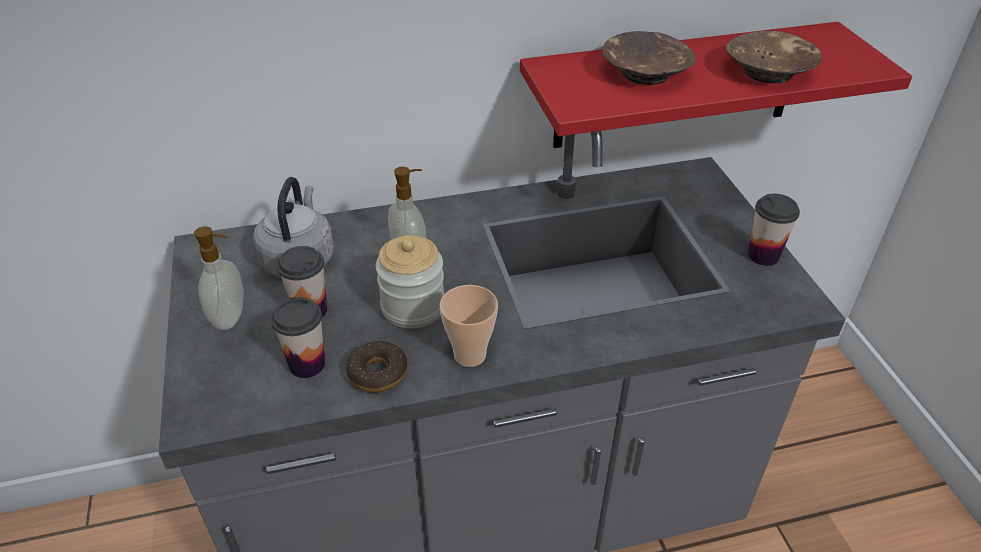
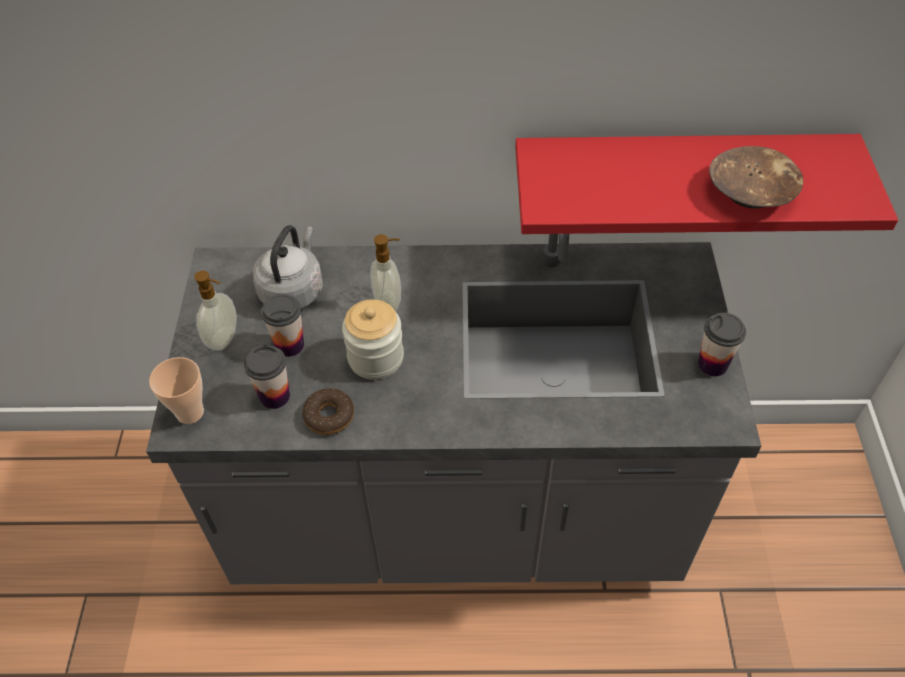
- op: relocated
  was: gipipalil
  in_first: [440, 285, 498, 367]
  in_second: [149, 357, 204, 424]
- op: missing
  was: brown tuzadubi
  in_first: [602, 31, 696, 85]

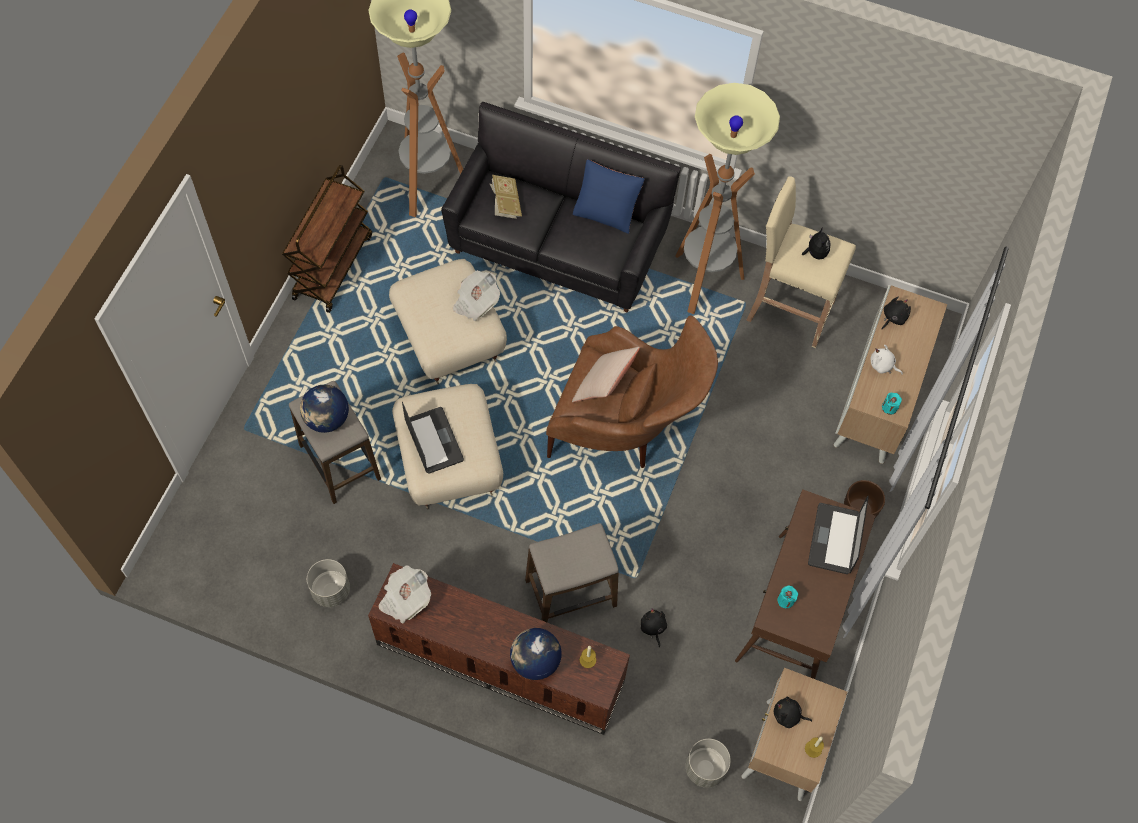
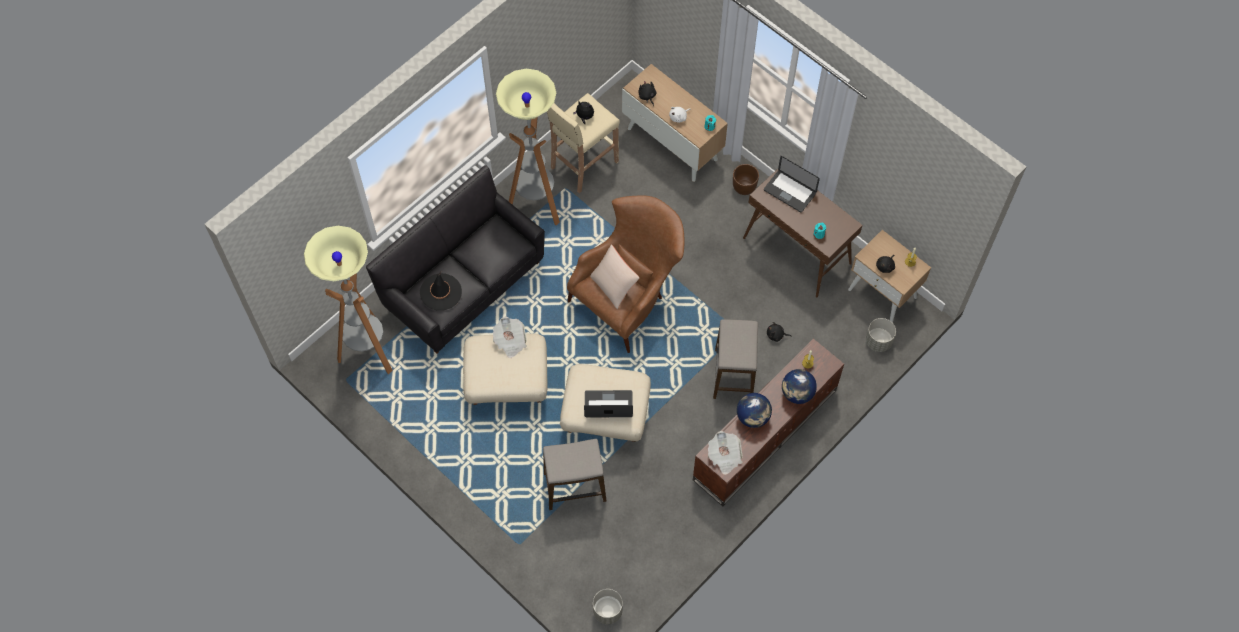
- op: exchanged
  was: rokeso
  now: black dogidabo
  in_first: [490, 175, 522, 219]
  in_second: [420, 272, 462, 311]
- op: relocated
  was: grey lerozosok
  in_first: [307, 559, 350, 607]
  in_second: [593, 589, 623, 624]
- op: relocated
  was: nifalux
  in_first: [300, 385, 349, 433]
  in_second: [737, 393, 772, 428]
- op: missing
  was: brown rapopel
  in_first: [282, 165, 372, 313]
- op: missing
  was: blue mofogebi
  in_first: [573, 159, 645, 234]

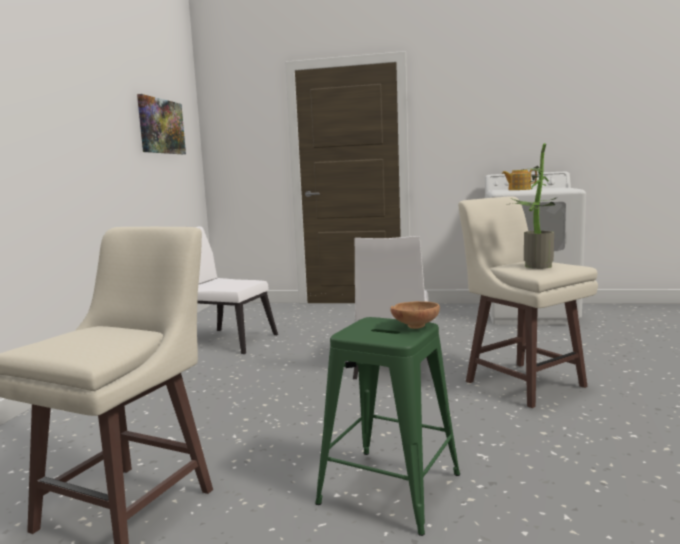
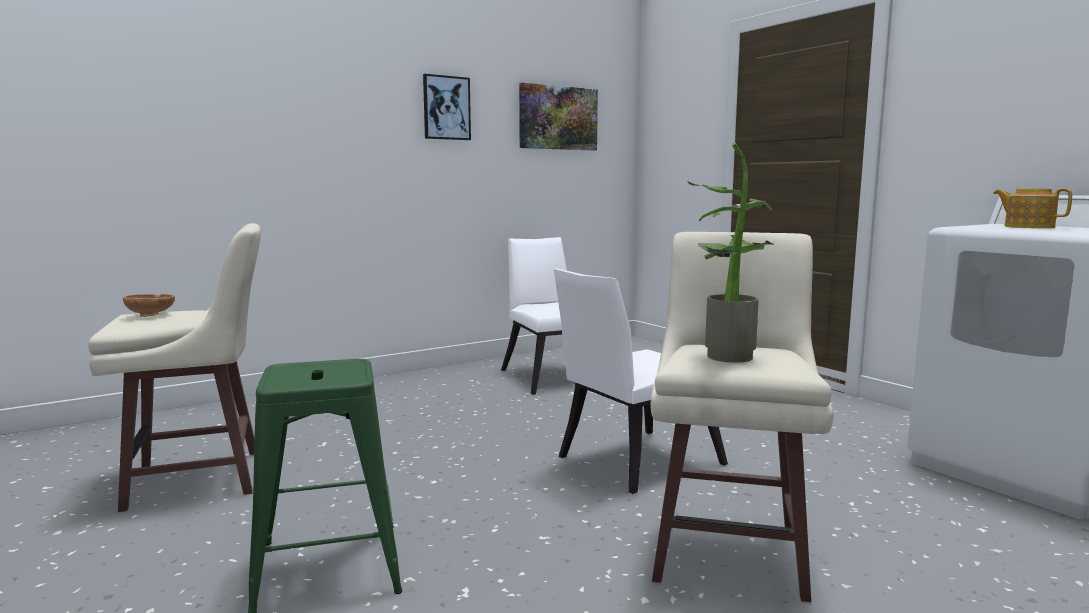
- op: relocated
  was: brown tuzadubi
  in_first: [390, 301, 440, 329]
  in_second: [123, 294, 175, 317]
- op: appeared
  now: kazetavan
  in_second: [423, 74, 471, 140]

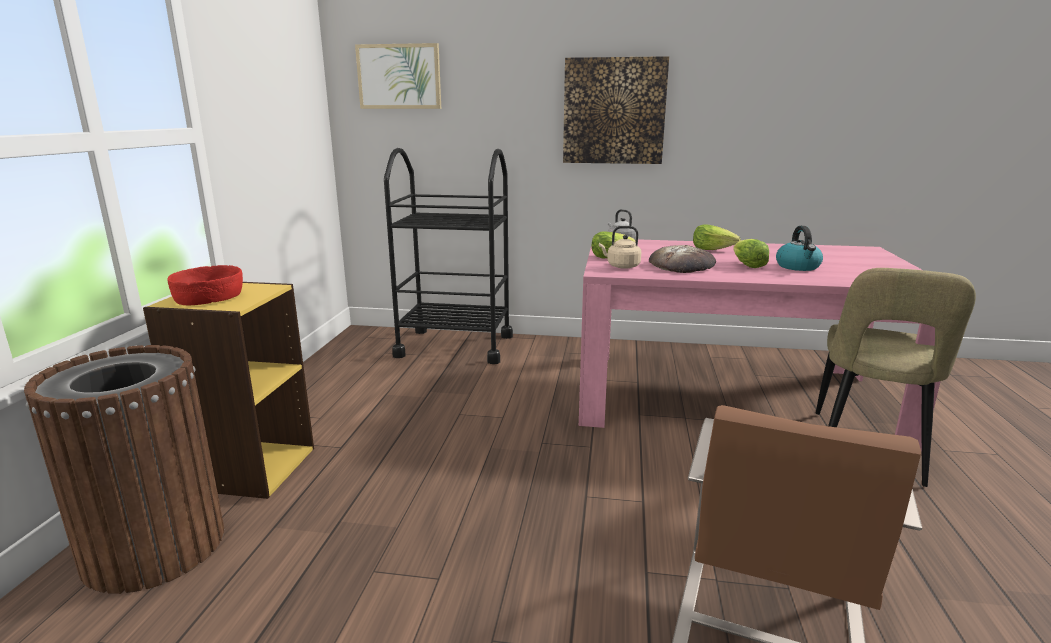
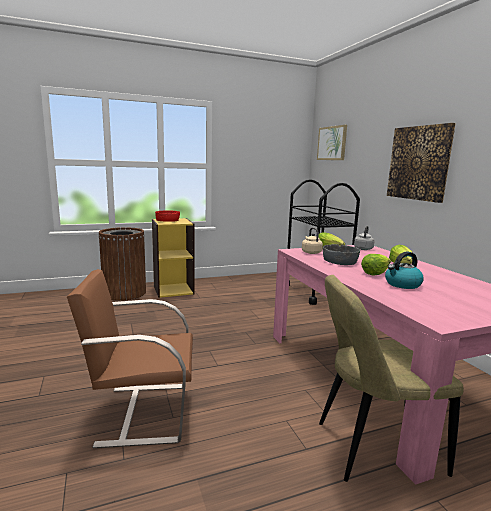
- op: exchanged
  was: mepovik
  now: grey tuzadubi
  in_first: [649, 245, 716, 273]
  in_second: [323, 244, 360, 265]

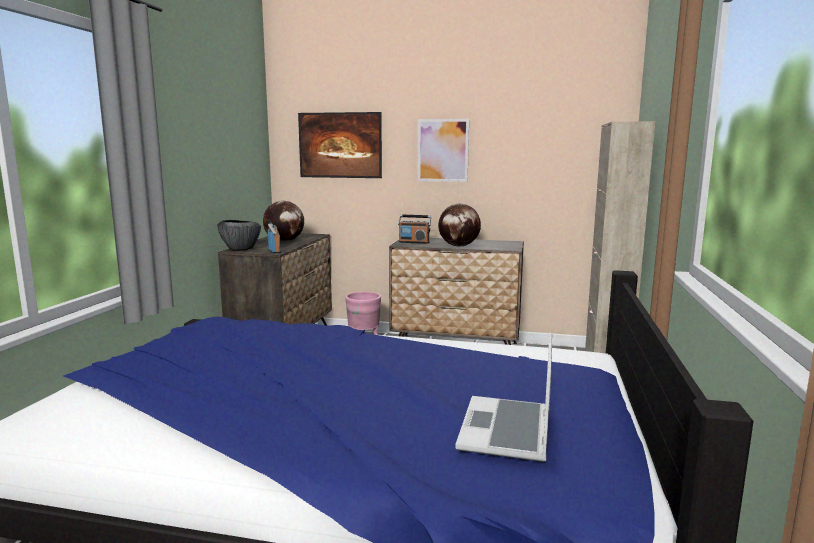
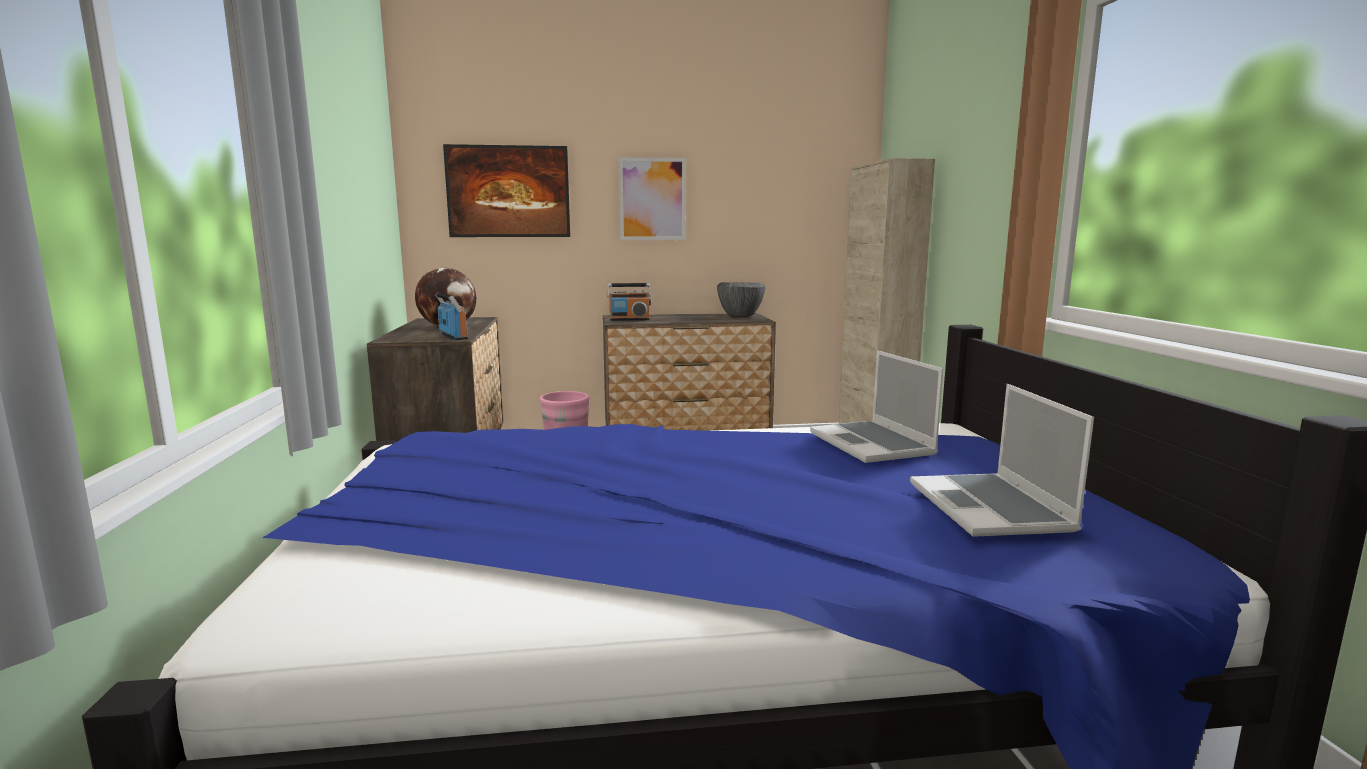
- op: relocated
  was: tuzadubi
  in_first: [217, 220, 261, 250]
  in_second: [717, 282, 765, 317]
- op: appeared
  now: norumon
  in_second: [810, 350, 943, 463]
- op: missing
  was: nifalux
  in_first: [438, 204, 481, 247]

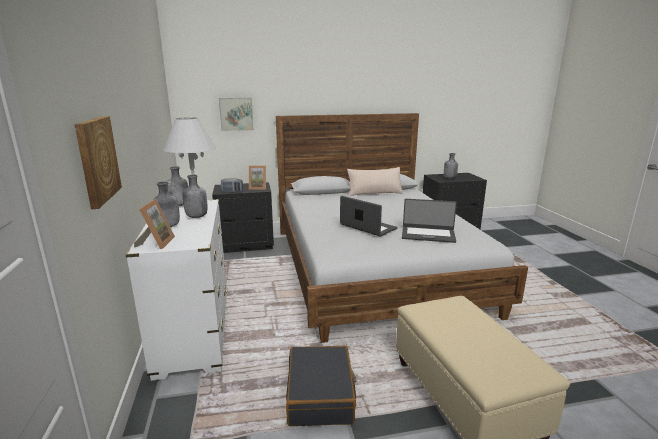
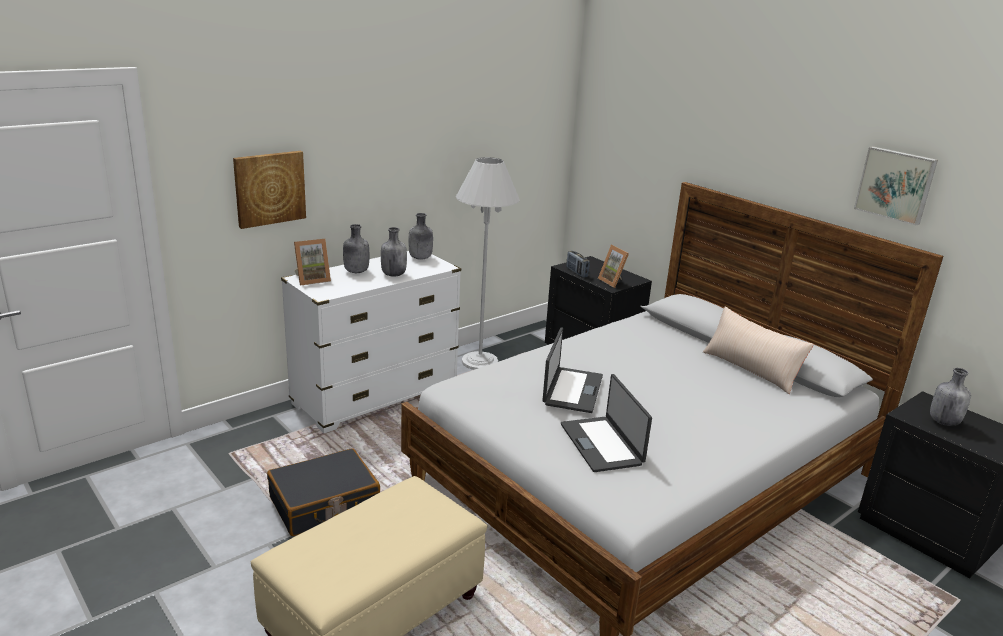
- op: relocated
  was: kazetavan
  in_first: [219, 98, 254, 131]
  in_second: [854, 146, 938, 225]

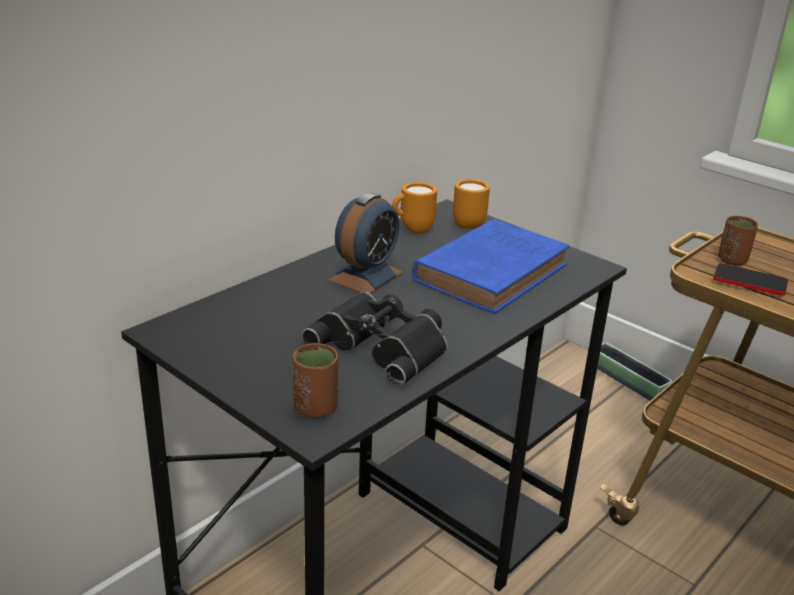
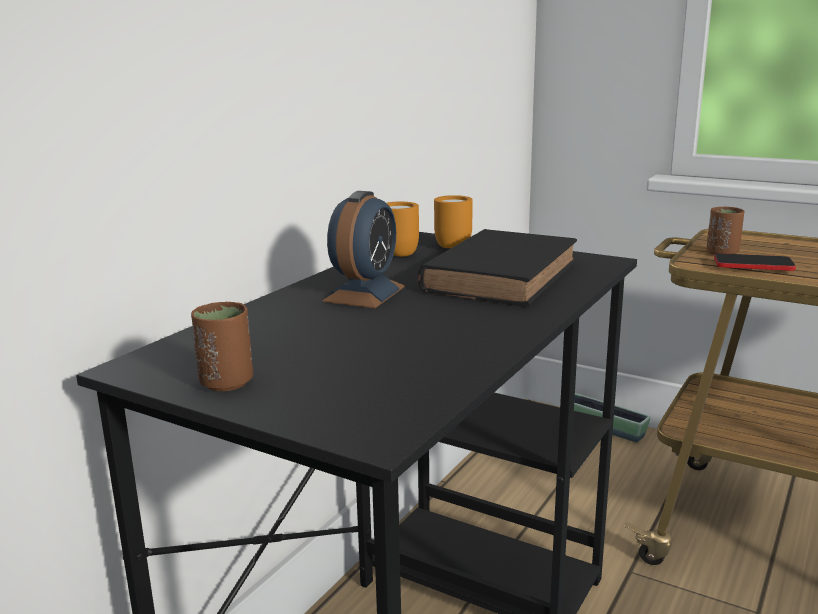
- op: relocated
  was: brown gipipalil
  in_first: [293, 343, 338, 418]
  in_second: [191, 302, 253, 391]
- op: colour
  was: blue rokeso
  now: black rokeso
  in_first: [412, 219, 570, 314]
  in_second: [418, 229, 577, 306]
- op: missing
  was: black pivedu
  in_first: [302, 291, 448, 386]

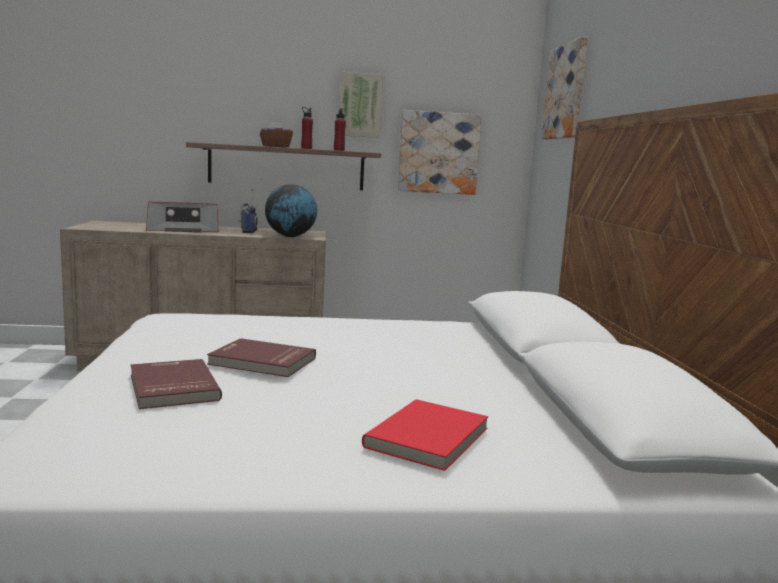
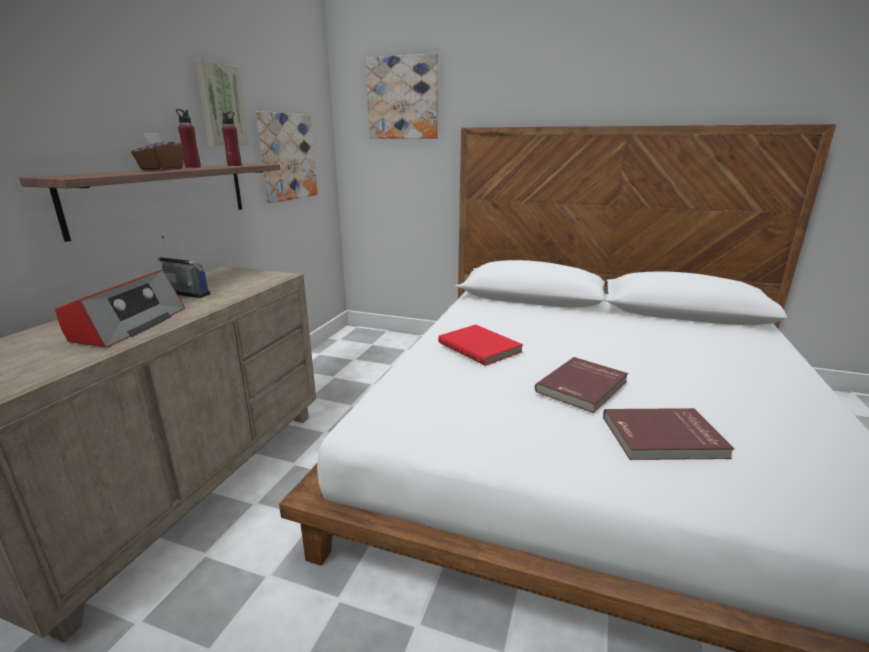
- op: relocated
  was: red rokeso
  in_first: [362, 399, 488, 471]
  in_second: [438, 325, 523, 366]
- op: missing
  was: nifalux
  in_first: [265, 184, 317, 237]

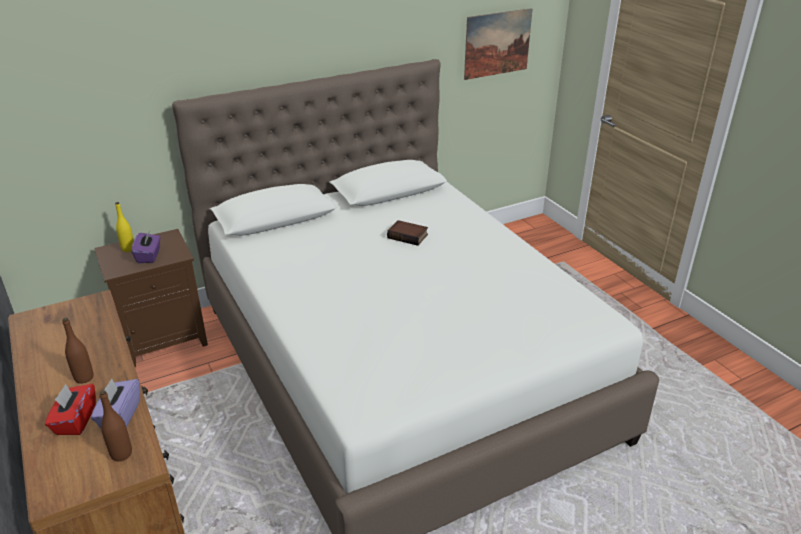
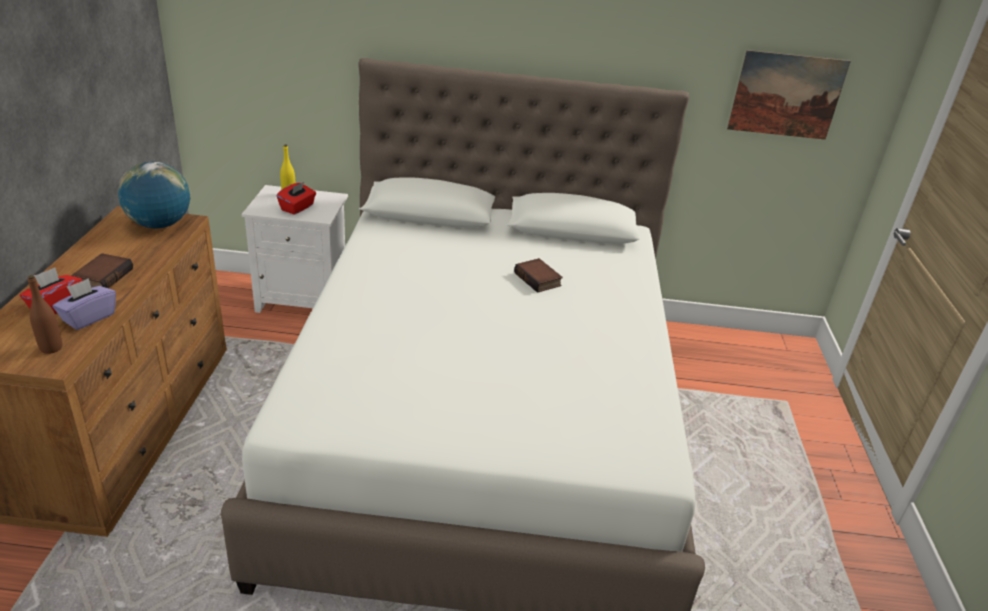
- op: exchanged
  was: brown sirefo
  now: rokeso
  in_first: [62, 317, 93, 384]
  in_second: [71, 253, 133, 288]
- op: appeared
  now: nifalux
  in_second: [118, 162, 191, 228]
- op: colour
  was: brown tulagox
  now: white tulagox
  in_first: [94, 229, 208, 367]
  in_second: [242, 185, 348, 313]
- op: colour
  was: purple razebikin
  now: red razebikin
  in_first: [131, 230, 160, 263]
  in_second: [277, 182, 316, 215]

